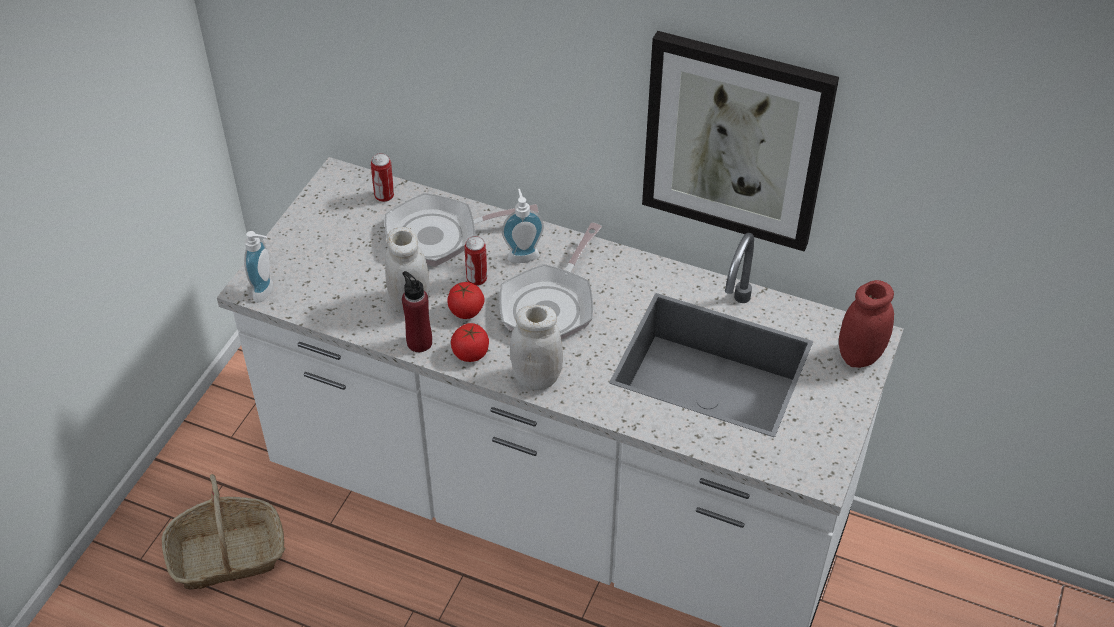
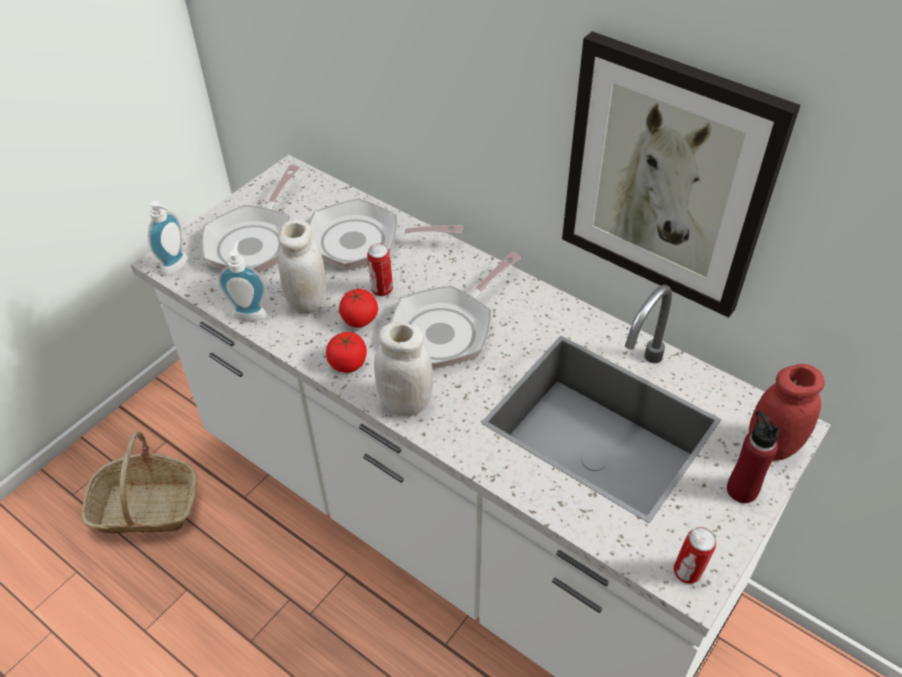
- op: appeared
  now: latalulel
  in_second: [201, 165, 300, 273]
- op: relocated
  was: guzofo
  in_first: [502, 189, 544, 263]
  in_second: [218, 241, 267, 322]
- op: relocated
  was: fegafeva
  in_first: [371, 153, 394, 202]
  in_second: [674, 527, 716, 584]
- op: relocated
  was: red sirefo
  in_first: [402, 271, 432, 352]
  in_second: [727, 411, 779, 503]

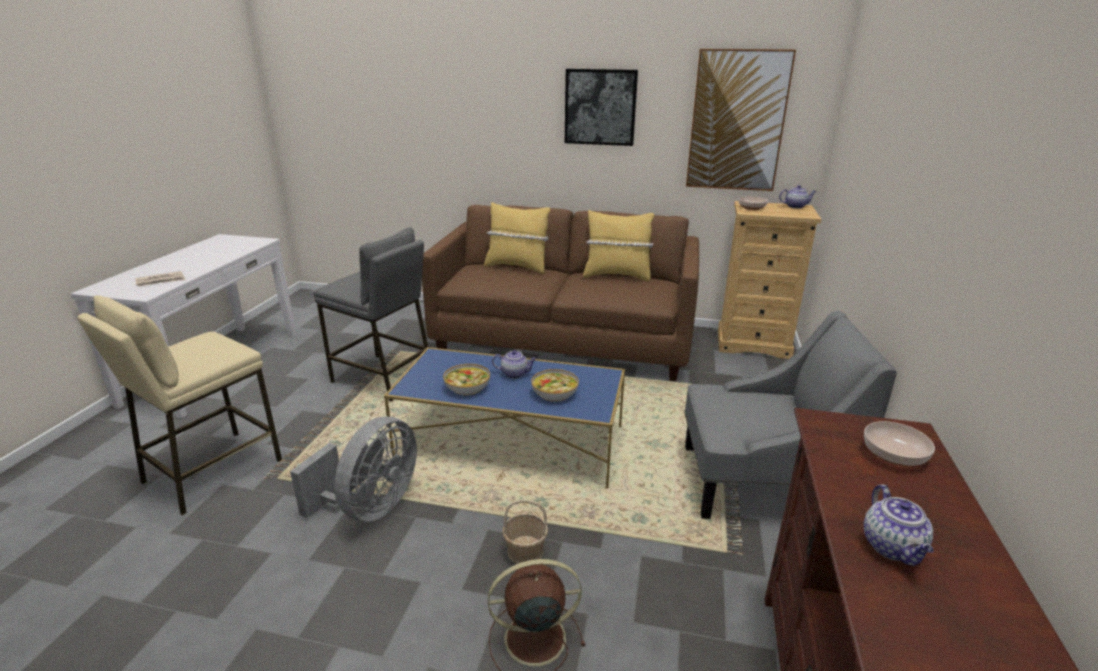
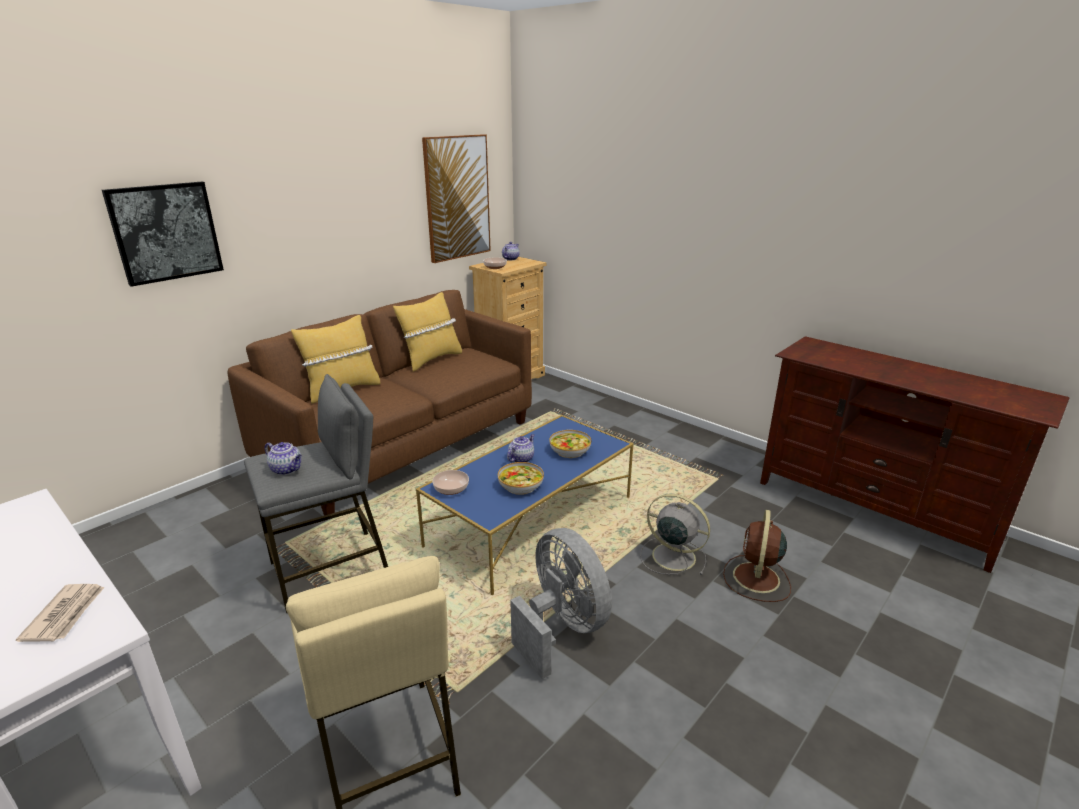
- op: relocated
  was: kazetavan
  in_first: [565, 69, 638, 146]
  in_second: [102, 182, 224, 287]
- op: relocated
  was: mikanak
  in_first: [864, 484, 933, 566]
  in_second: [265, 442, 302, 475]
- op: relocated
  was: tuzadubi
  in_first: [864, 421, 935, 466]
  in_second: [432, 470, 469, 495]
- op: exchanged
  was: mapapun
  now: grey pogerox
  in_first: [502, 499, 548, 564]
  in_second: [640, 494, 710, 575]
- op: missing
  was: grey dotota
  in_first: [685, 311, 897, 519]

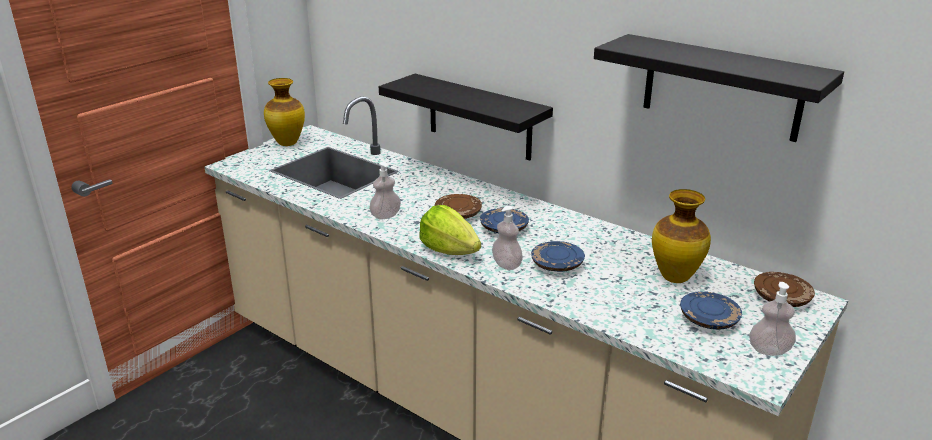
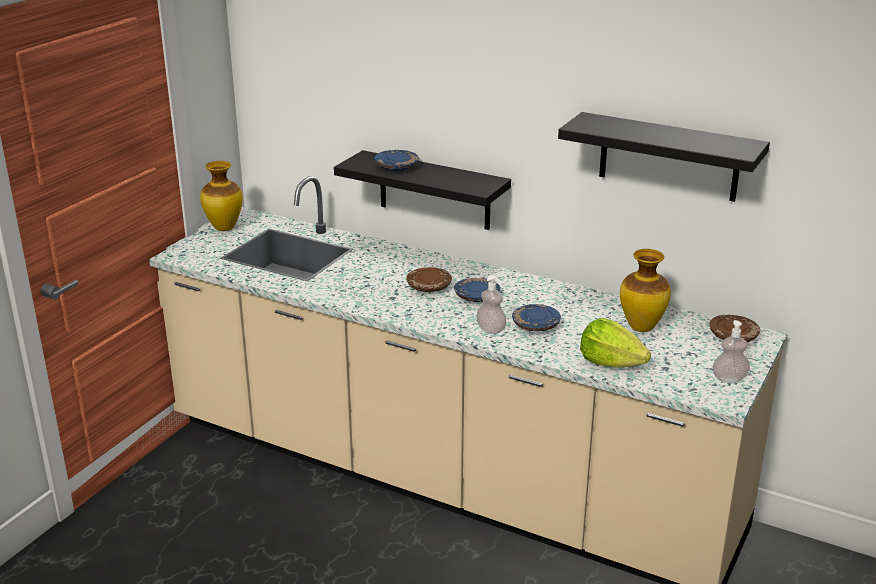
- op: relocated
  was: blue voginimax
  in_first: [680, 291, 742, 329]
  in_second: [374, 150, 419, 171]
- op: relocated
  was: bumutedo
  in_first: [419, 205, 481, 255]
  in_second: [580, 318, 651, 367]
- op: missing
  was: guzofo
  in_first: [369, 162, 401, 219]

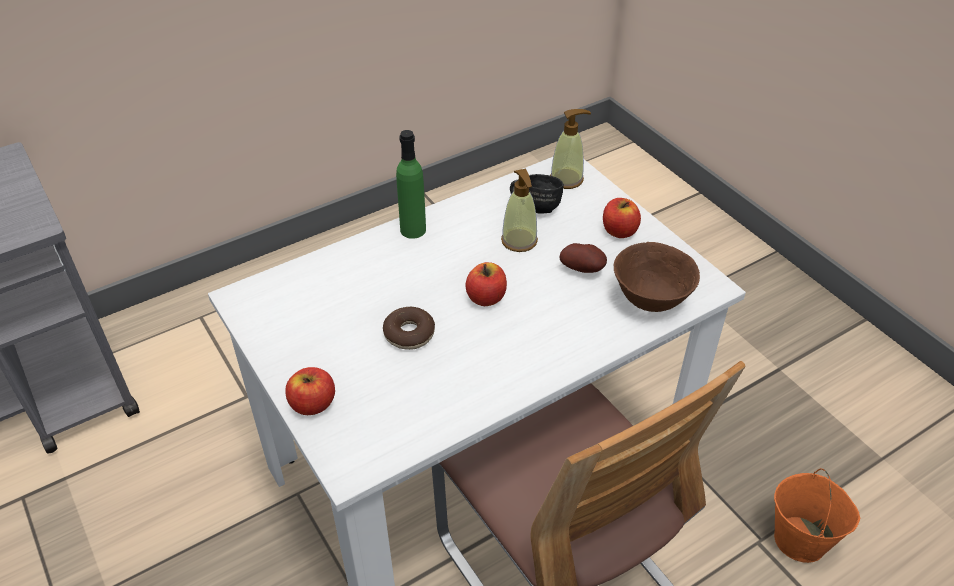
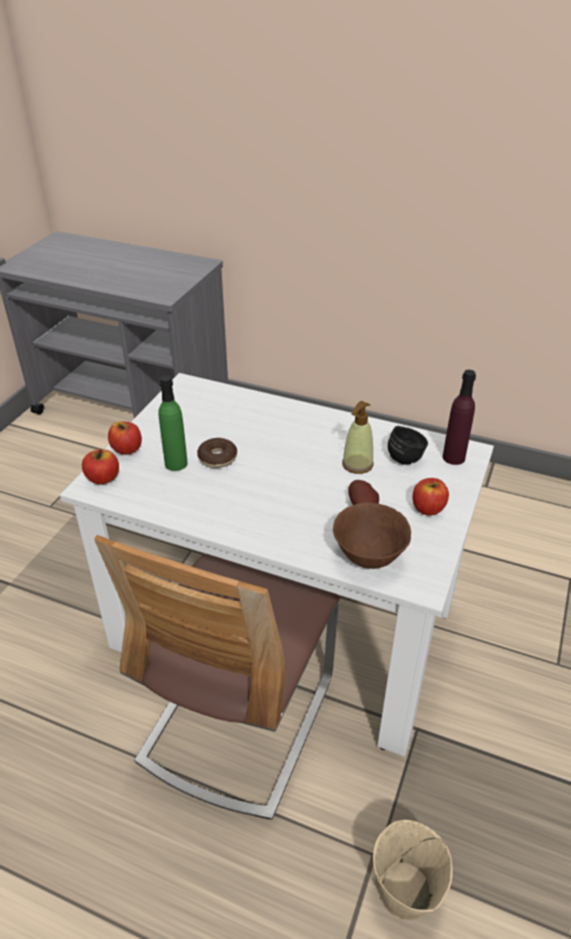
- op: relocated
  was: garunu
  in_first: [465, 262, 507, 306]
  in_second: [82, 449, 119, 485]
- op: relocated
  was: green sirefo
  in_first: [396, 130, 426, 239]
  in_second: [158, 375, 188, 471]
- op: colour
  was: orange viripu
  now: beige viripu
  in_first: [774, 468, 861, 563]
  in_second: [373, 820, 453, 921]
- op: exchanged
  was: guzofo
  now: purple sirefo
  in_first: [550, 109, 591, 189]
  in_second: [443, 370, 476, 465]

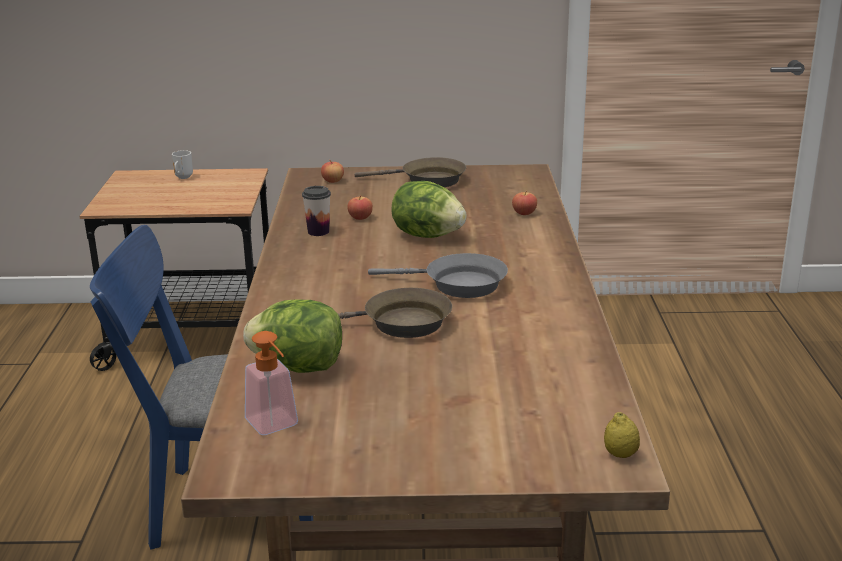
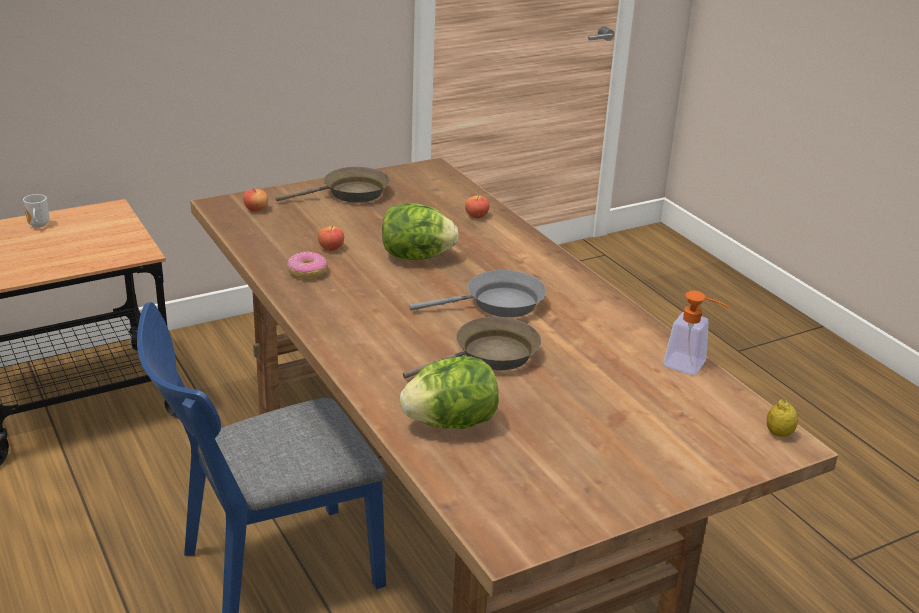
- op: exchanged
  was: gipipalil
  now: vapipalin
  in_first: [302, 186, 331, 236]
  in_second: [287, 252, 327, 279]
- op: relocated
  was: guzofo
  in_first: [245, 331, 298, 435]
  in_second: [664, 291, 729, 375]

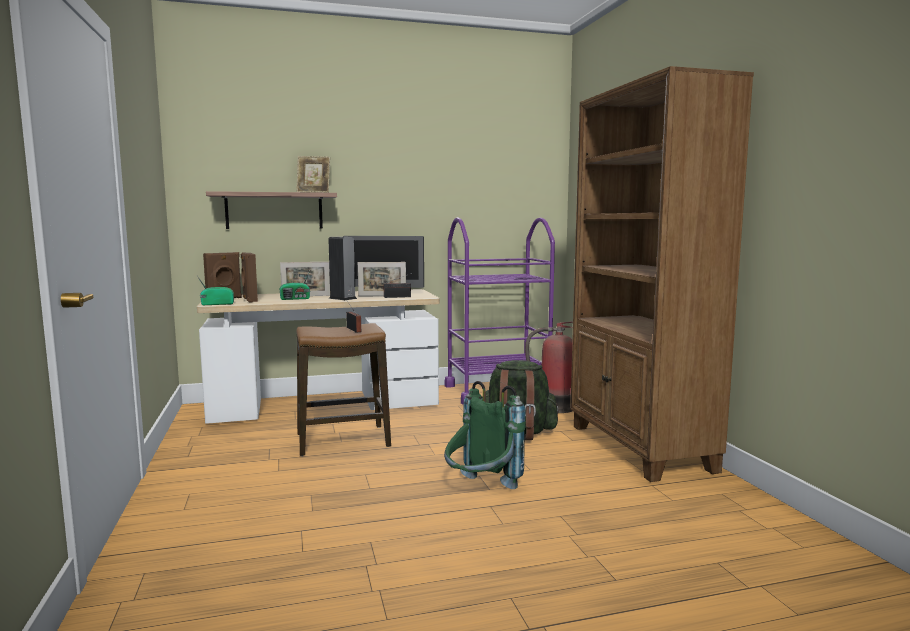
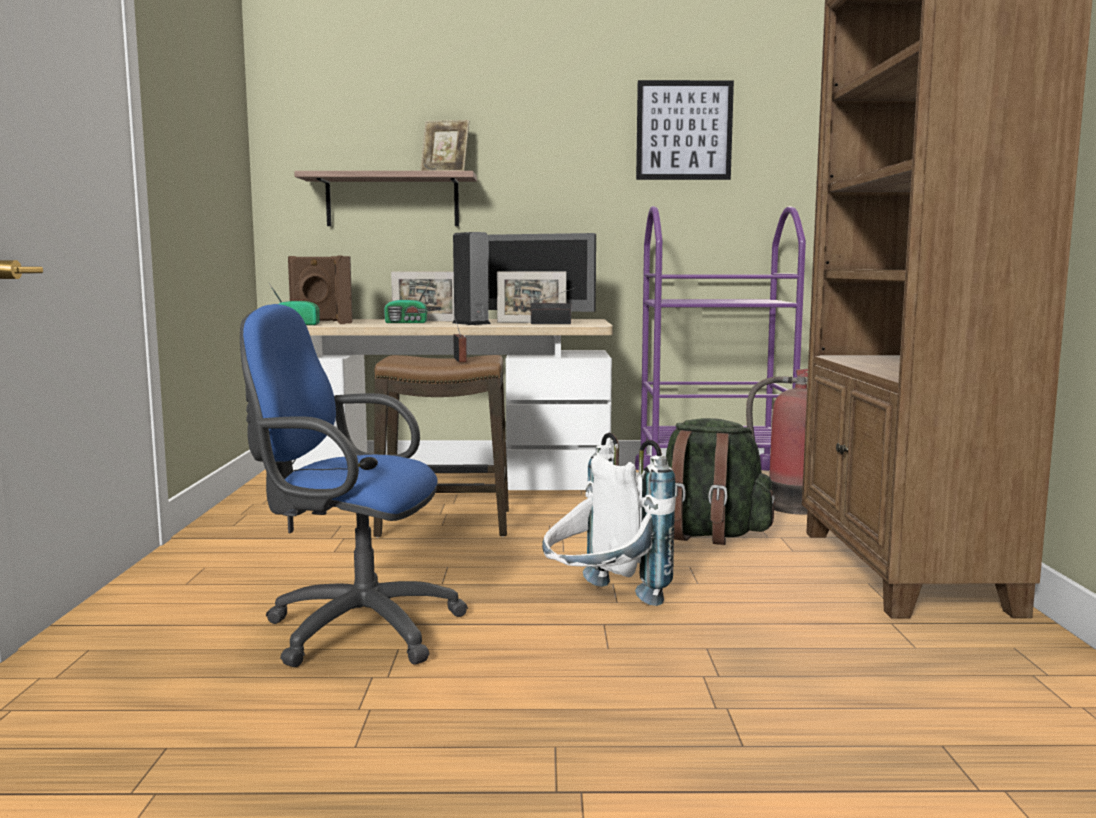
- op: appeared
  now: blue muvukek
  in_second: [240, 304, 468, 667]
- op: colour
  was: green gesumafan
  now: white gesumafan
  in_first: [444, 381, 526, 489]
  in_second: [542, 433, 676, 606]
- op: appeared
  now: kazetavan
  in_second: [636, 80, 734, 180]

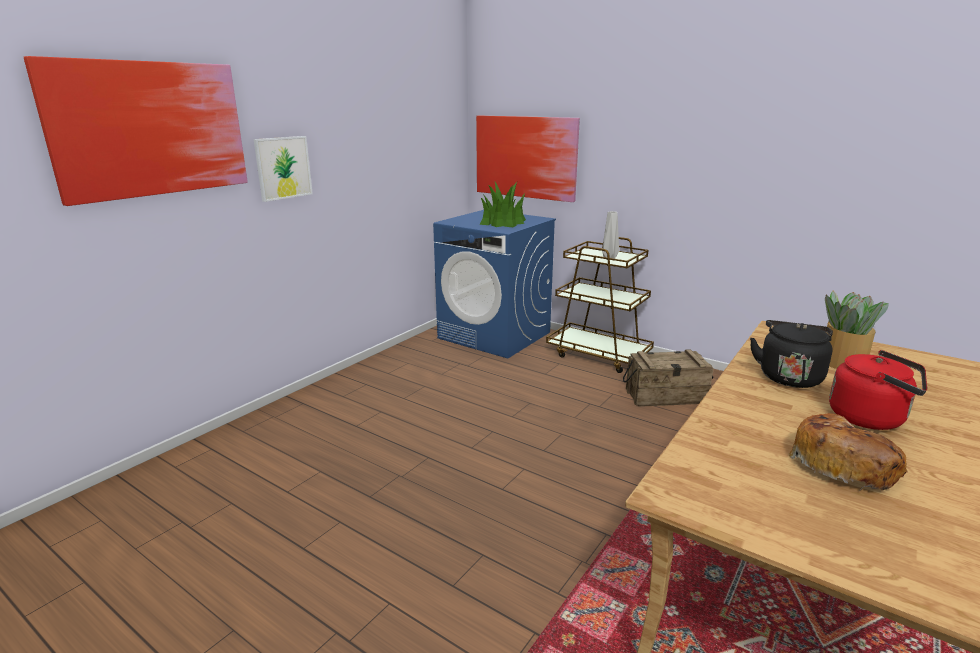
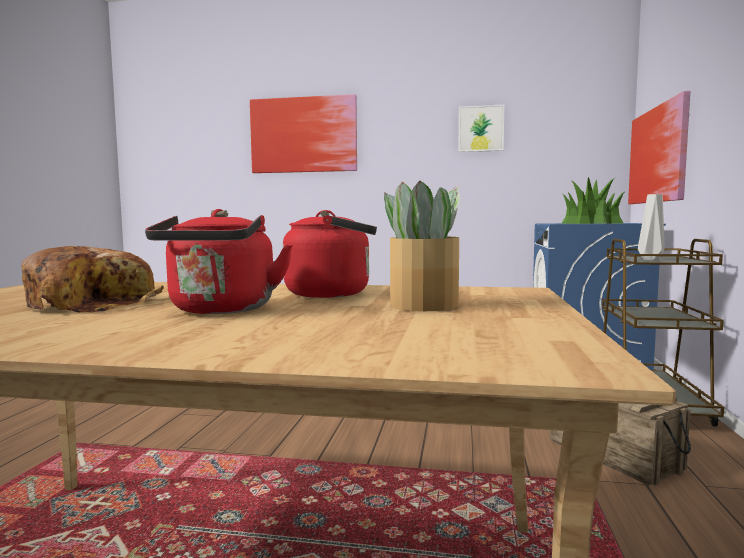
- op: colour
  was: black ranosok
  now: red ranosok
  in_first: [750, 320, 833, 388]
  in_second: [283, 210, 377, 298]
- op: relocated
  was: kazetavan
  in_first: [254, 136, 313, 202]
  in_second: [458, 105, 505, 152]

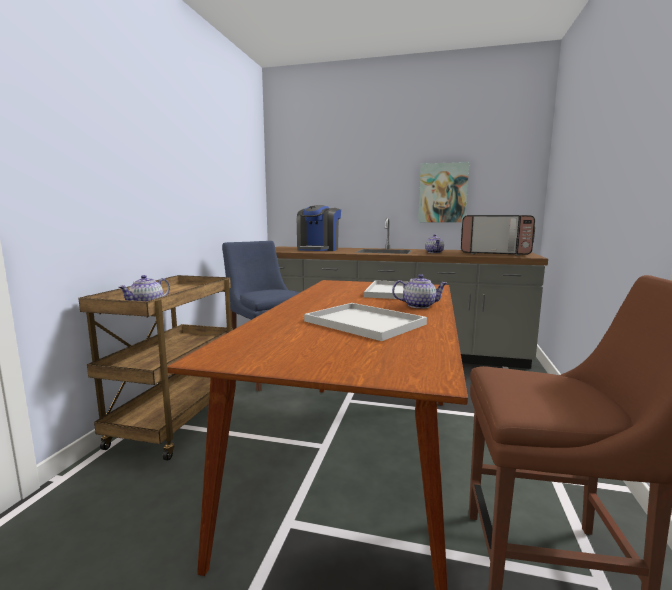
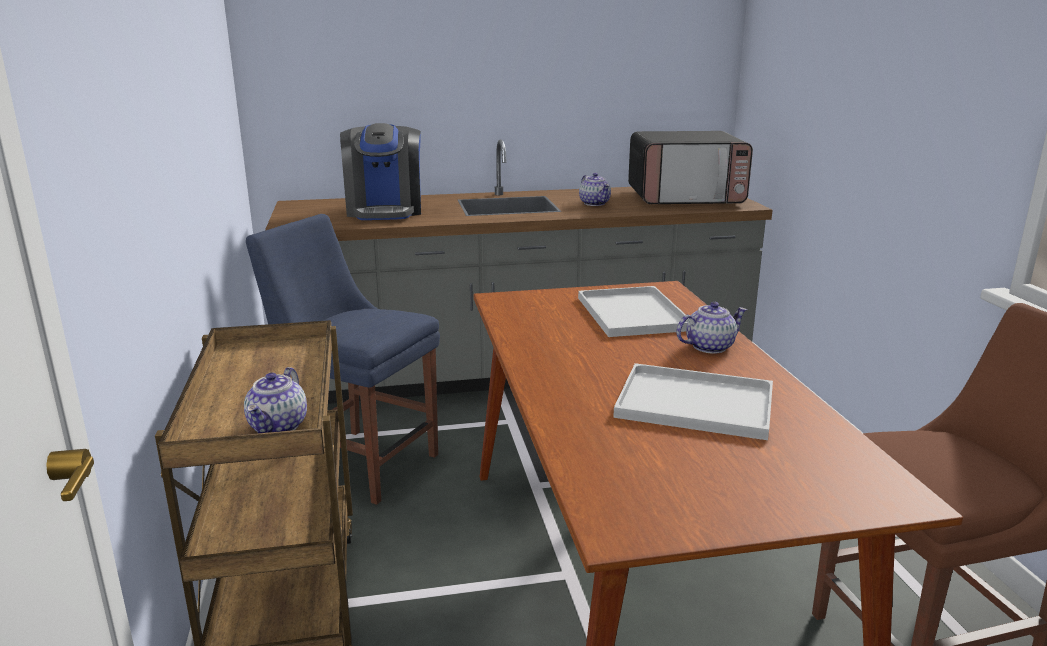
- op: missing
  was: kazetavan
  in_first: [418, 162, 469, 223]

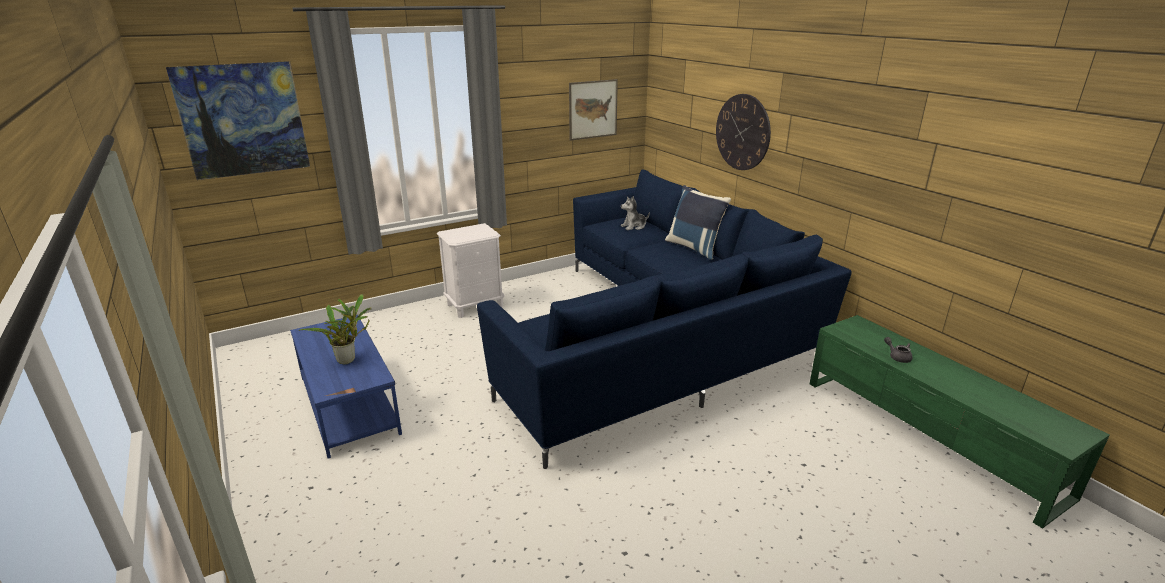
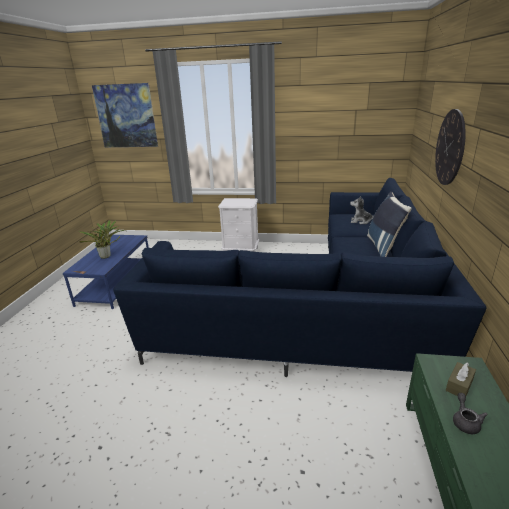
- op: appeared
  now: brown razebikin
  in_second: [446, 362, 476, 396]
- op: missing
  was: kazetavan
  in_first: [569, 79, 618, 141]

